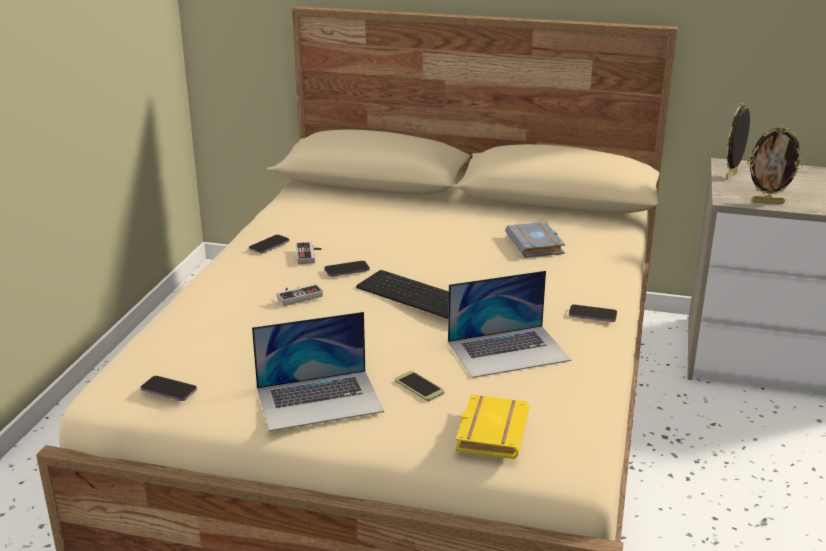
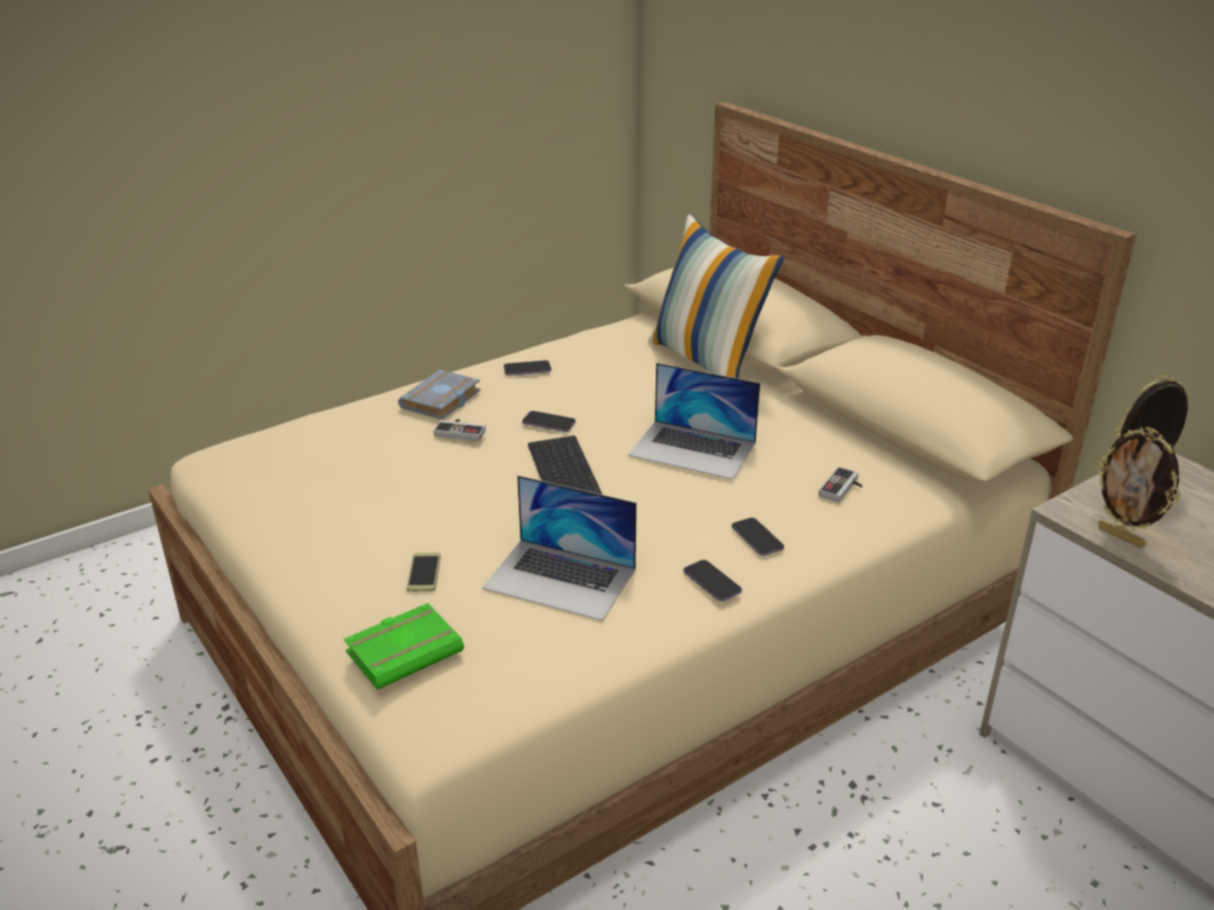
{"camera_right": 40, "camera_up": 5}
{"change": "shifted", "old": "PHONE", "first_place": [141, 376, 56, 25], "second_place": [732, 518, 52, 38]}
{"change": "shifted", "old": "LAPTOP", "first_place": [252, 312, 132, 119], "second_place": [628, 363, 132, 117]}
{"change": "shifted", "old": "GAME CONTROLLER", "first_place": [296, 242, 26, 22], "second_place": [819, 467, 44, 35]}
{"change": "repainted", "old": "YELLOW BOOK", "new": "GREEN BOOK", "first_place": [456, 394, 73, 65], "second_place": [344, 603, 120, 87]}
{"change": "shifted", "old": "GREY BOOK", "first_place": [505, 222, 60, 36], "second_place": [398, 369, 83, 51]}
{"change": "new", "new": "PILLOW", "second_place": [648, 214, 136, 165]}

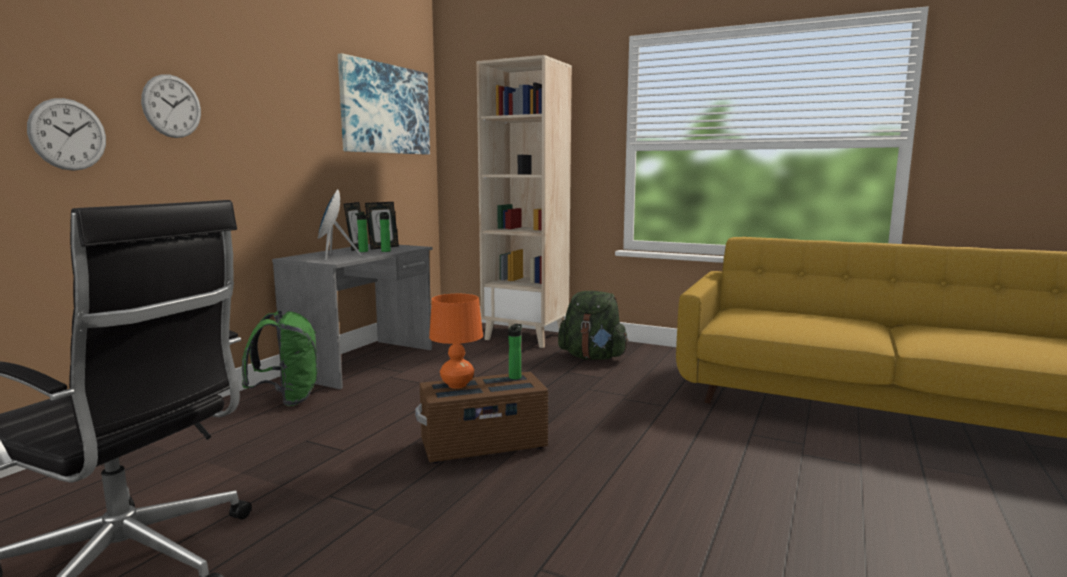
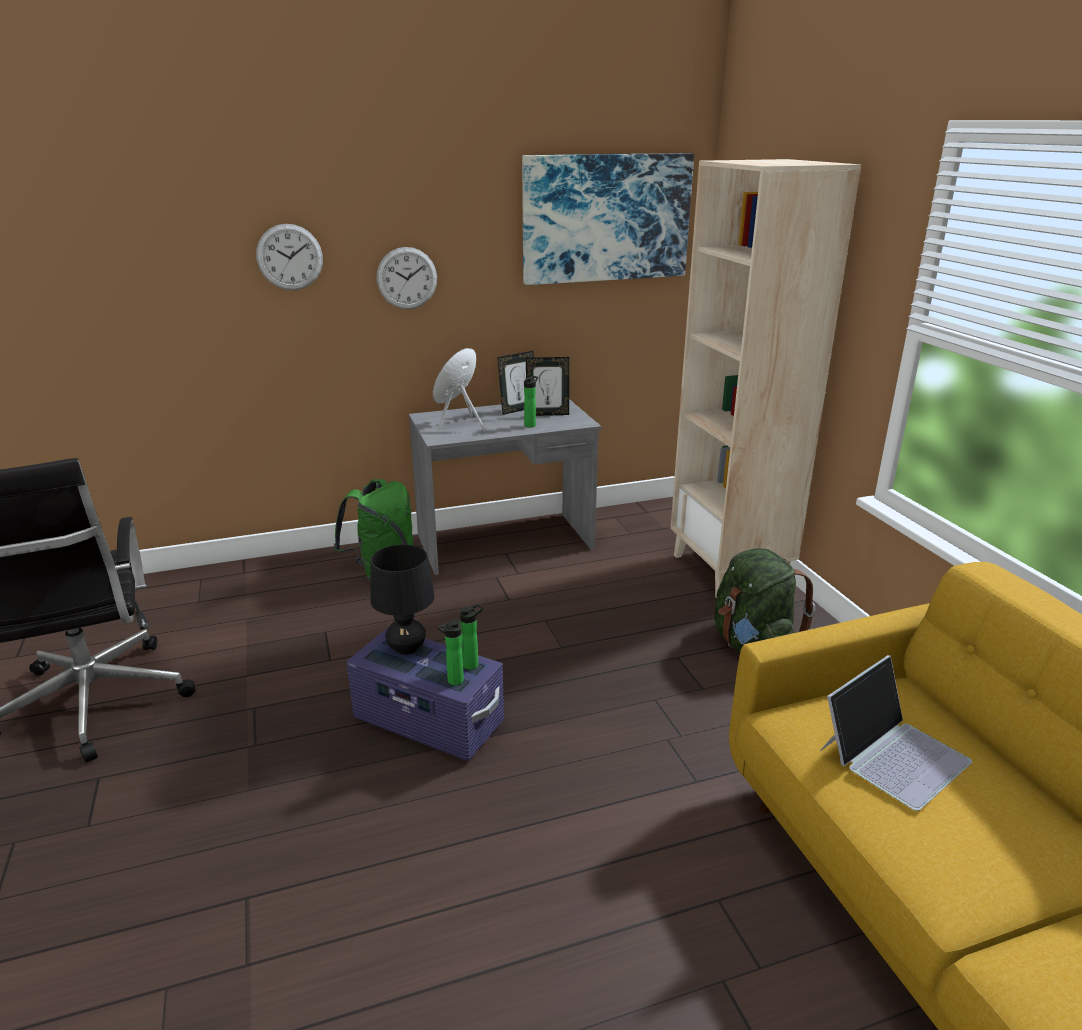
{"camera_right": 45, "camera_up": 15}
{"change": "shifted", "old": "WALL CLOCK", "first_place": [27, 98, 79, 73], "second_place": [377, 247, 60, 62]}
{"change": "shifted", "old": "BOTTLE", "first_place": [355, 212, 13, 40], "second_place": [437, 620, 27, 65]}
{"change": "repainted", "old": "BROWN STORAGE BOX", "new": "PURPLE STORAGE BOX", "first_place": [415, 372, 134, 91], "second_place": [347, 628, 157, 133]}
{"change": "repainted", "old": "ORANGE TABLE LAMP", "new": "BLACK TABLE LAMP", "first_place": [429, 294, 54, 95], "second_place": [370, 545, 64, 110]}
{"change": "new", "new": "LAPTOP", "second_place": [820, 655, 152, 156]}

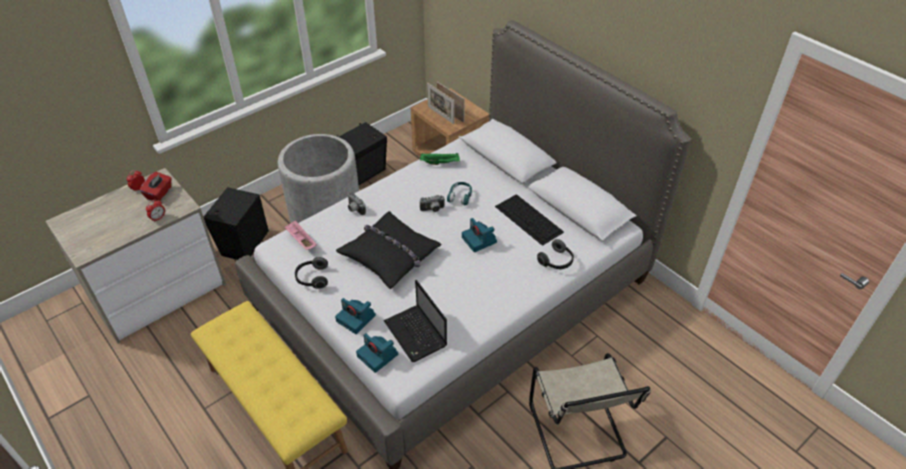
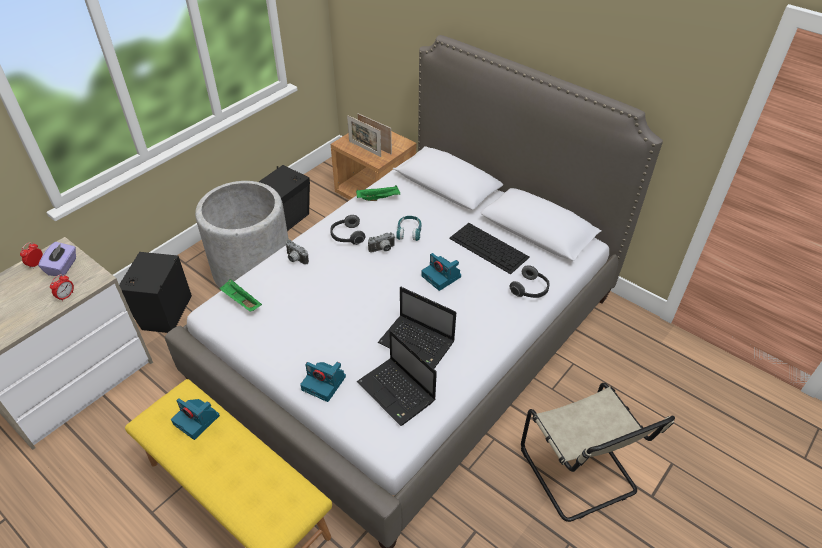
{"camera_right": -10, "camera_up": 0}
{"change": "repainted", "old": "RED TISSUE BOX", "new": "PURPLE TISSUE BOX", "first_place": [140, 172, 32, 29], "second_place": [38, 242, 38, 34]}
{"change": "repainted", "old": "PINK TRAY", "new": "GREEN TRAY", "first_place": [284, 220, 33, 30], "second_place": [219, 279, 43, 32]}
{"change": "shifted", "old": "HEADPHONES", "first_place": [295, 257, 33, 32], "second_place": [330, 215, 36, 30]}
{"change": "gone", "old": "BLACK PILLOW", "first_place": [336, 211, 106, 78]}
{"change": "shifted", "old": "PHOTO CAMERA", "first_place": [356, 333, 42, 40], "second_place": [171, 398, 49, 42]}
{"change": "new", "new": "LAPTOP", "second_place": [378, 287, 78, 82]}

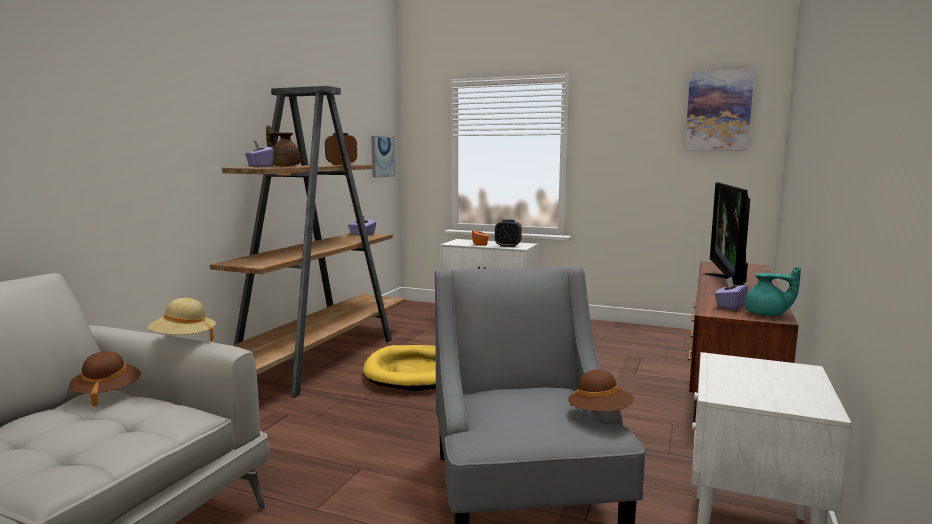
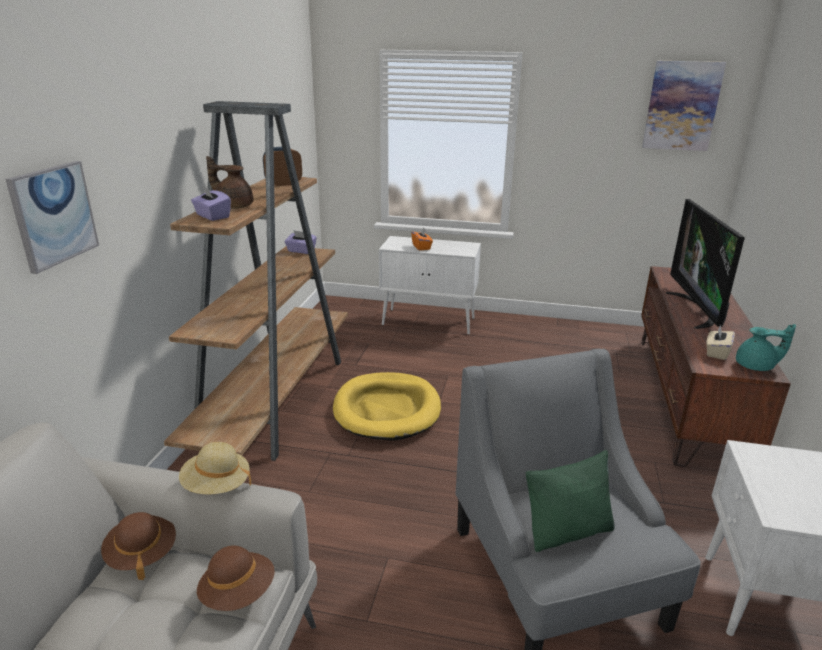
{"camera_right": -10, "camera_up": 15}
{"change": "shifted", "old": "PICTURE", "first_place": [371, 136, 24, 42], "second_place": [5, 161, 94, 113]}
{"change": "gone", "old": "ALARM CLOCK", "first_place": [495, 219, 27, 28]}
{"change": "shifted", "old": "BROWN HAT", "first_place": [568, 370, 66, 42], "second_place": [197, 546, 78, 65]}
{"change": "repainted", "old": "PURPLE TISSUE BOX", "new": "BEIGE TISSUE BOX", "first_place": [715, 277, 33, 33], "second_place": [706, 324, 29, 36]}
{"change": "new", "new": "GREEN PILLOW", "second_place": [526, 450, 89, 102]}

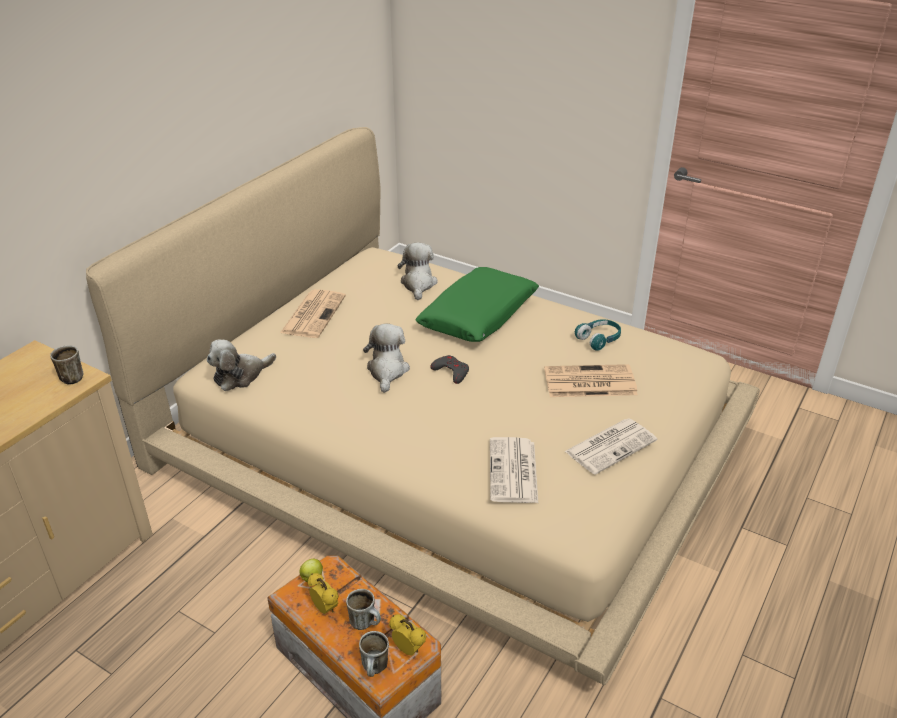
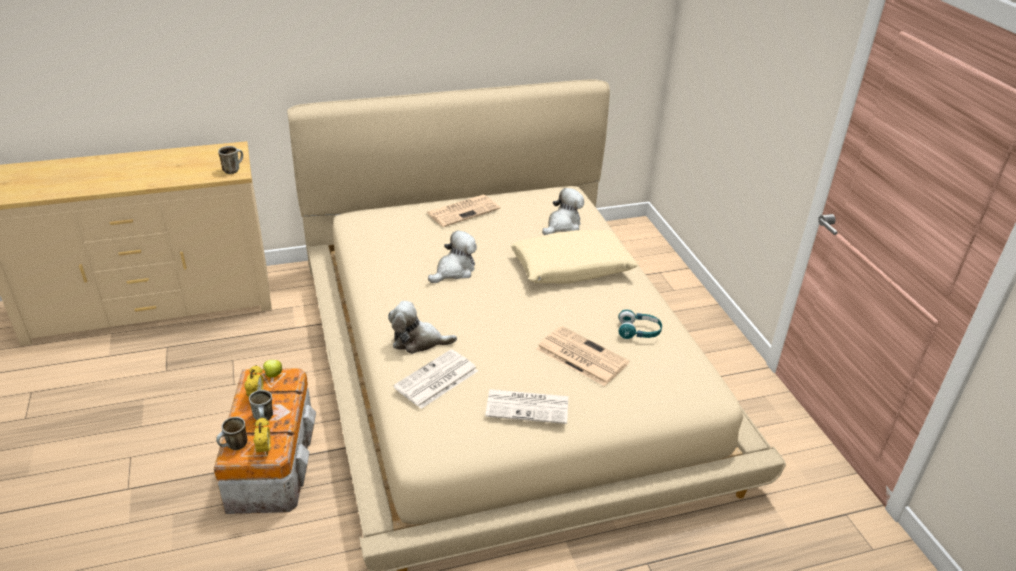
{"camera_right": 40, "camera_up": 0}
{"change": "shifted", "old": "PLUSH TOY", "first_place": [207, 340, 69, 51], "second_place": [388, 301, 69, 53]}
{"change": "repainted", "old": "GREEN PILLOW", "new": "BEIGE PILLOW", "first_place": [415, 267, 124, 75], "second_place": [511, 230, 127, 54]}
{"change": "gone", "old": "GREY GAME CONTROLLER", "first_place": [430, 355, 39, 29]}

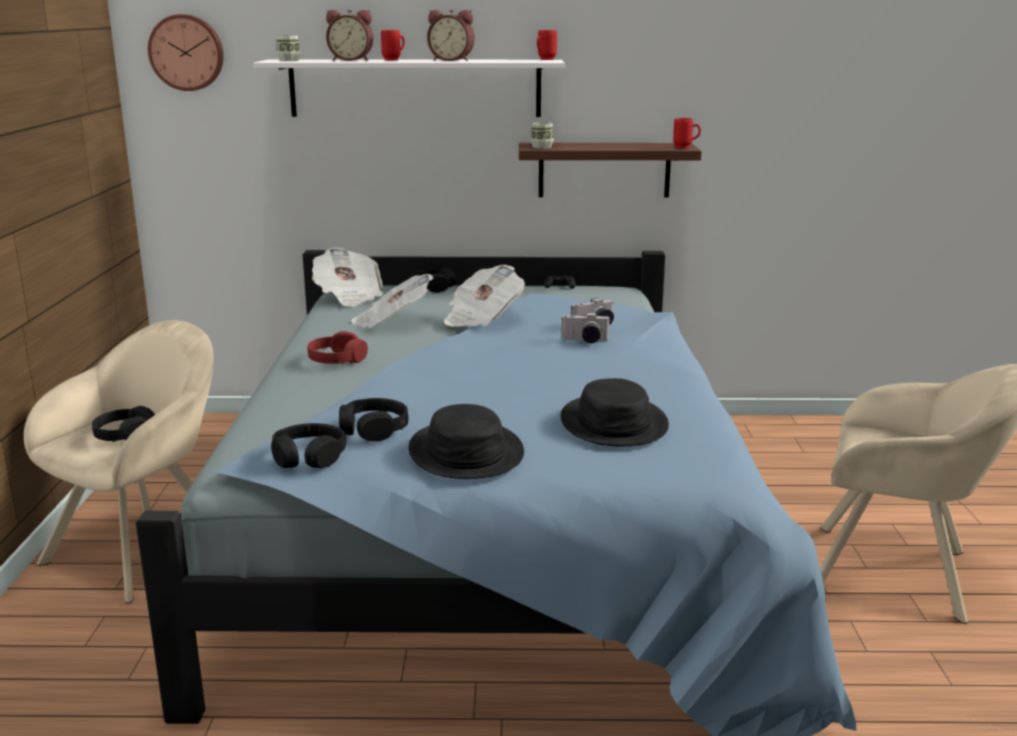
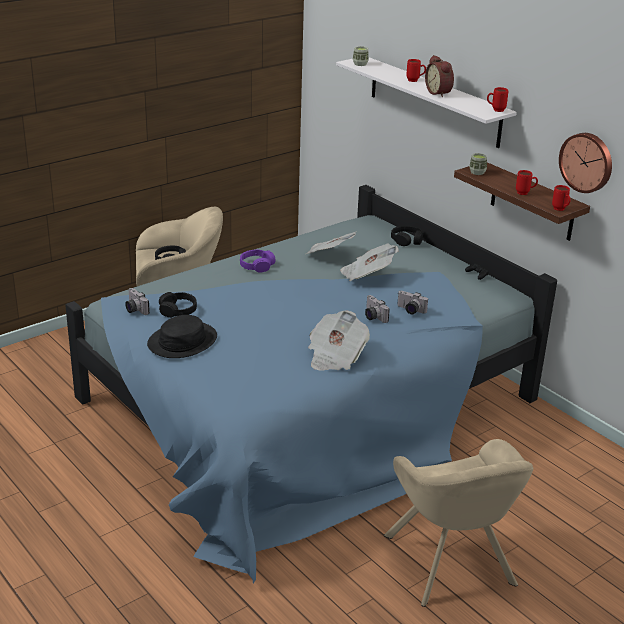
{"camera_right": 50, "camera_up": 10}
{"change": "shifted", "old": "WALL CLOCK", "first_place": [148, 14, 76, 77], "second_place": [559, 133, 53, 60]}
{"change": "swapped", "old": "BLACK HEADPHONES", "new": "PHOTO CAMERA", "first_place": [271, 423, 75, 45], "second_place": [125, 288, 25, 27]}
{"change": "repainted", "old": "RED HEADPHONES", "new": "PURPLE HEADPHONES", "first_place": [308, 331, 60, 33], "second_place": [240, 249, 35, 24]}
{"change": "shifted", "old": "NEWSPAPER", "first_place": [312, 248, 71, 59], "second_place": [308, 310, 62, 60]}
{"change": "gone", "old": "ALARM CLOCK", "first_place": [326, 10, 47, 51]}
{"change": "gone", "old": "BLACK HAT", "first_place": [561, 378, 108, 68]}
{"change": "new", "new": "RED MUG", "second_place": [516, 170, 22, 25]}

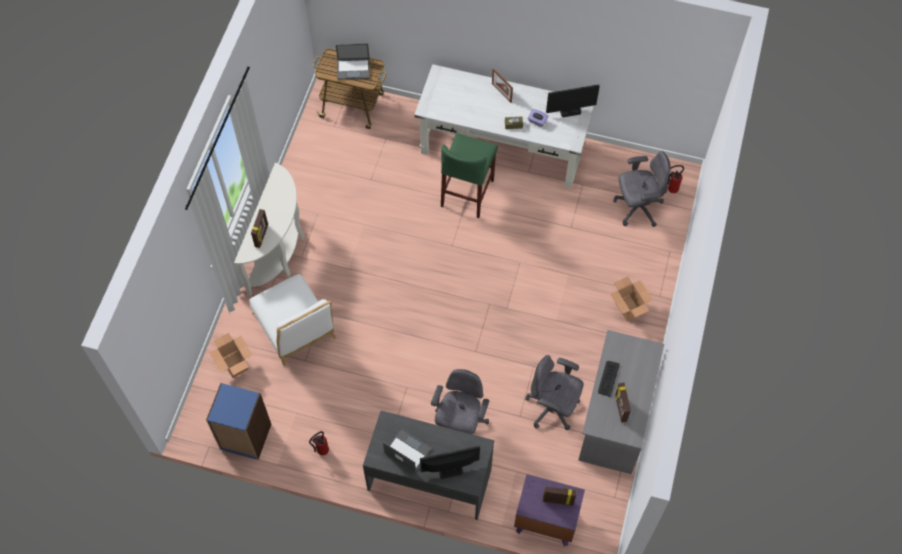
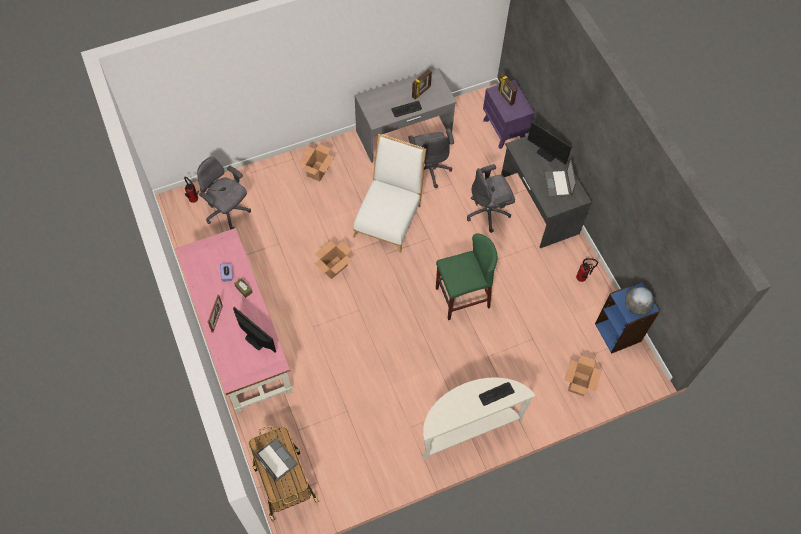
{"camera_right": -130, "camera_up": 0}
{"change": "shifted", "old": "WHITE CHAIR", "first_place": [249, 274, 87, 92], "second_place": [353, 134, 73, 119]}
{"change": "swapped", "old": "PICTURE FRAME", "new": "KEYBOARD", "first_place": [251, 209, 17, 39], "second_place": [479, 382, 36, 24]}
{"change": "repainted", "old": "WHITE DESK", "new": "PINK DESK", "first_place": [414, 64, 180, 125], "second_place": [175, 228, 117, 185]}
{"change": "shifted", "old": "GREEN STOOL", "first_place": [441, 133, 57, 85], "second_place": [436, 233, 61, 87]}
{"change": "shifted", "old": "MONITOR", "first_place": [546, 84, 54, 33], "second_place": [233, 307, 43, 46]}
{"change": "new", "new": "CARDBOARD BOX", "second_place": [314, 241, 38, 38]}
{"change": "new", "new": "GLOBE", "second_place": [625, 287, 30, 28]}

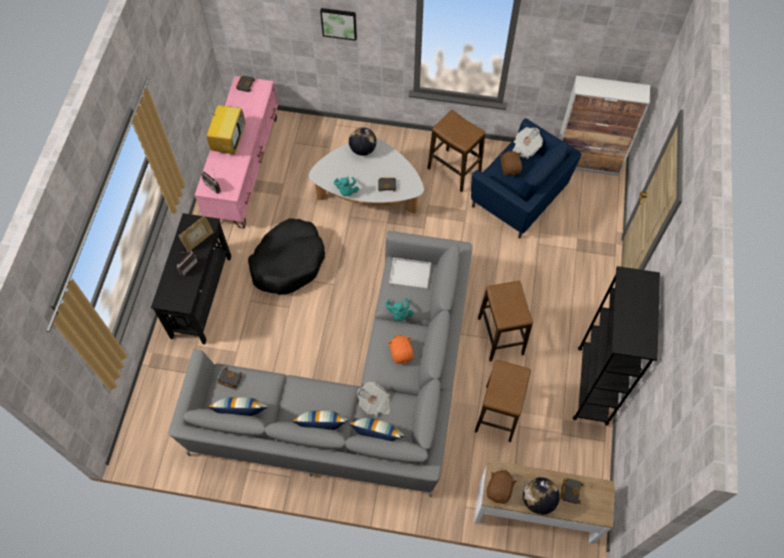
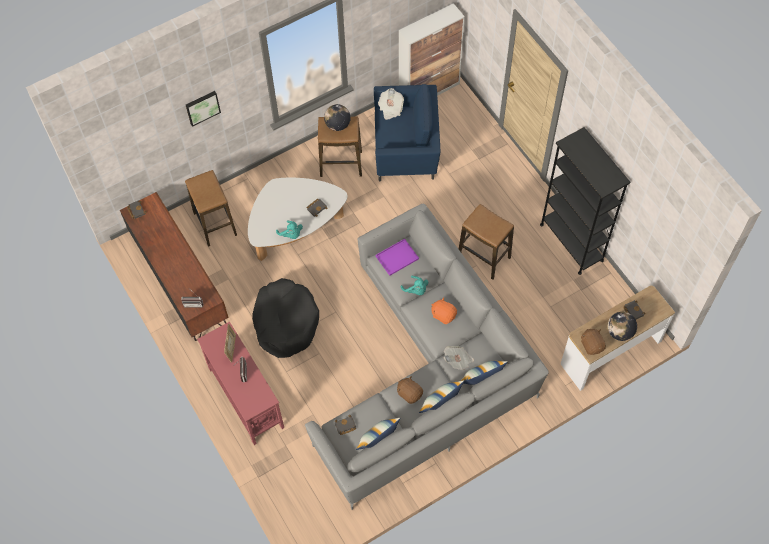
{"camera_right": -40, "camera_up": 0}
{"change": "repainted", "old": "BLACK CONSOLE TABLE", "new": "RED CONSOLE TABLE", "first_place": [151, 213, 80, 131], "second_place": [197, 322, 87, 123]}
{"change": "repainted", "old": "PINK TV STAND", "new": "BROWN TV STAND", "first_place": [195, 76, 83, 152], "second_place": [120, 192, 109, 149]}
{"change": "gone", "old": "TELEVISION", "first_place": [207, 99, 38, 56]}
{"change": "shifted", "old": "GLOBE", "first_place": [349, 127, 28, 29], "second_place": [324, 104, 27, 27]}
{"change": "repainted", "old": "WHITE TRAY", "new": "PURPLE TRAY", "first_place": [389, 258, 42, 31], "second_place": [375, 239, 44, 37]}
{"change": "shifted", "old": "STOOL", "first_place": [475, 360, 56, 82], "second_place": [185, 170, 52, 77]}
{"change": "shifted", "old": "BROWN PLUSH TOY", "first_place": [500, 151, 22, 24], "second_place": [397, 376, 26, 28]}

